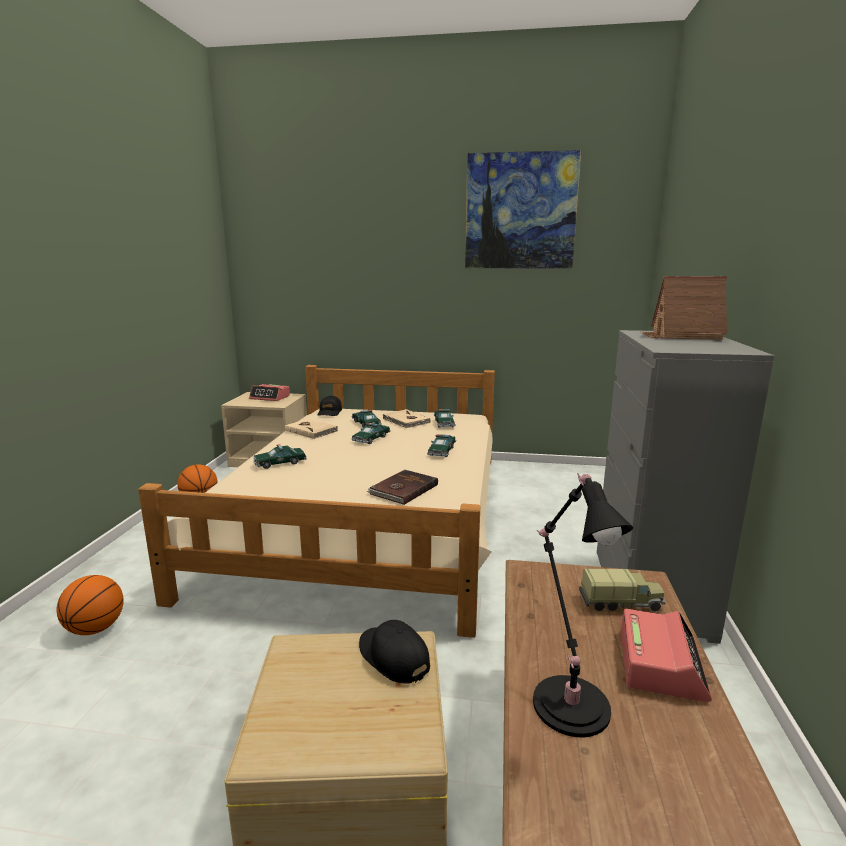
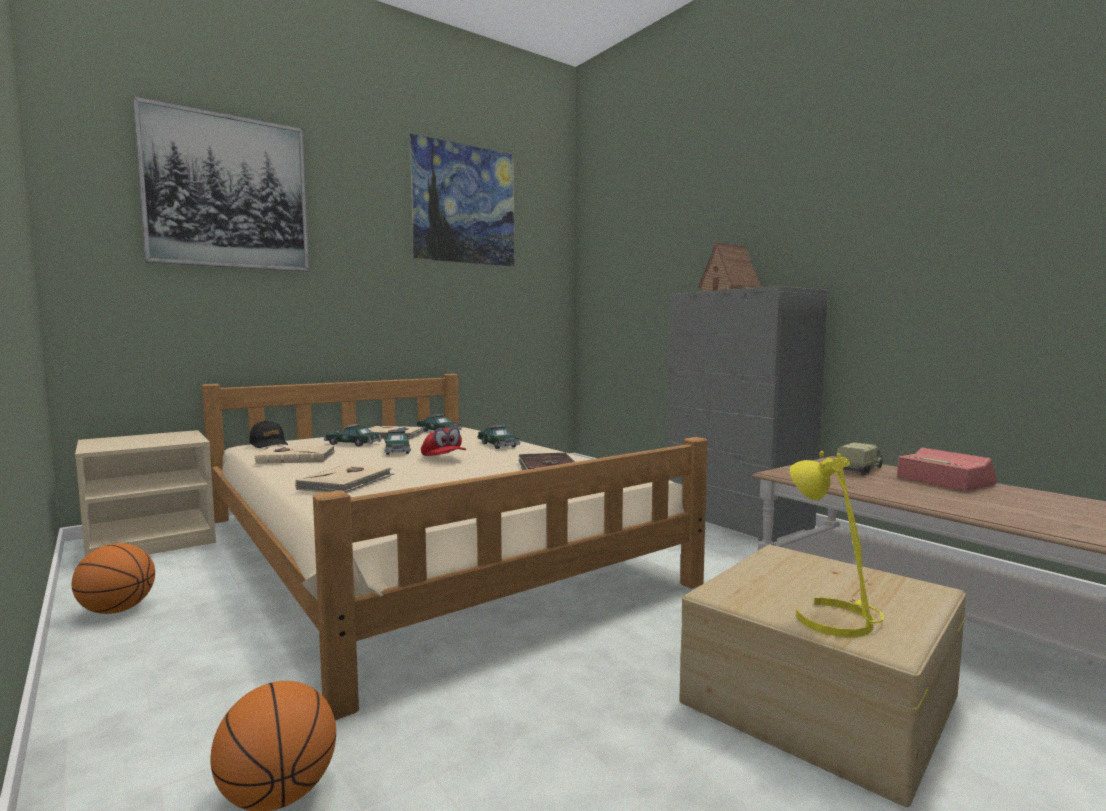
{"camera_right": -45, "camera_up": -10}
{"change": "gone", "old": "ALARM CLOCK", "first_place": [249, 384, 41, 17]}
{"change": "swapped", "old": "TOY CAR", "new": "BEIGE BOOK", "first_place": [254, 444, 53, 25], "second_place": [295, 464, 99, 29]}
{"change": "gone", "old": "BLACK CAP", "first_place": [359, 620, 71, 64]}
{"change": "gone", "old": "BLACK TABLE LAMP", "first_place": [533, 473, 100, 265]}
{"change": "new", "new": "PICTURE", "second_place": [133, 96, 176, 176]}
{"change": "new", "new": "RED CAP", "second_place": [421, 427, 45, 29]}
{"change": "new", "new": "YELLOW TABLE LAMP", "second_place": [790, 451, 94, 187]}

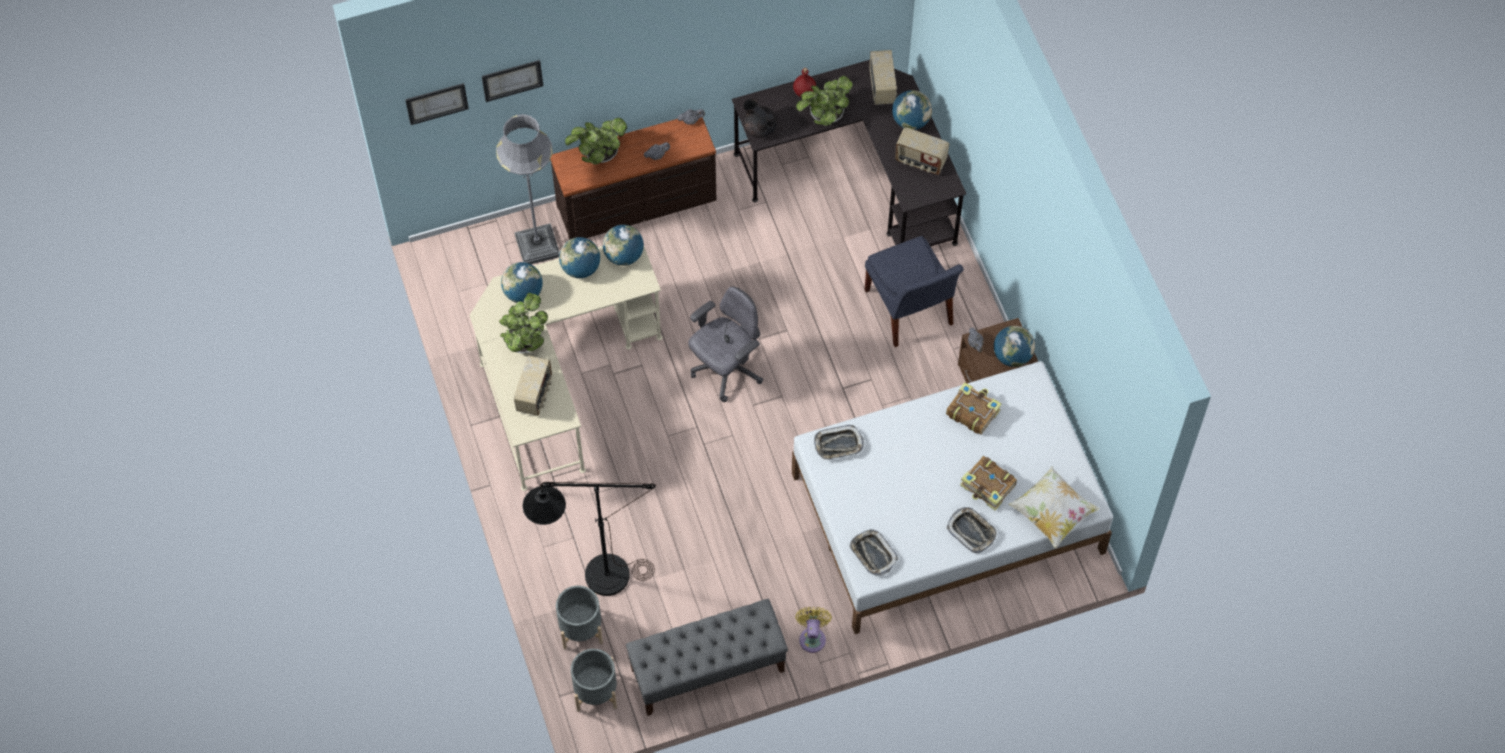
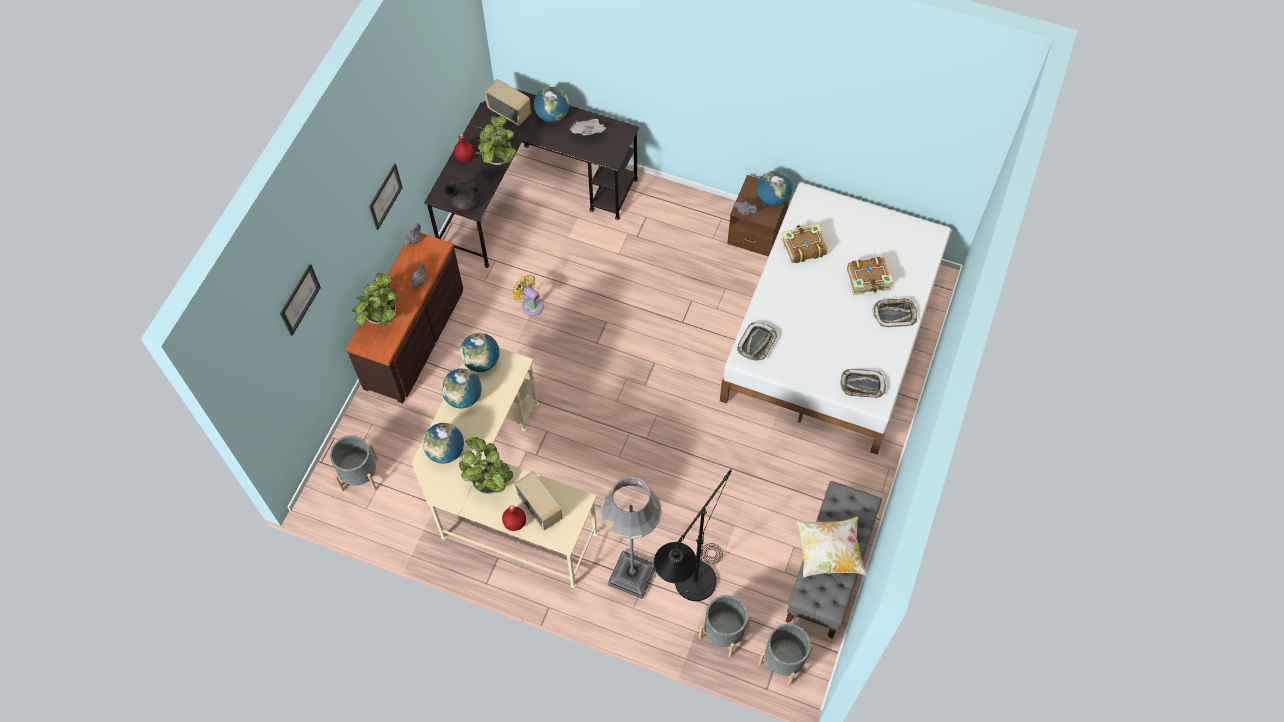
{"camera_right": -50, "camera_up": 0}
{"change": "shifted", "old": "PICTURE", "first_place": [405, 83, 64, 42], "second_place": [369, 164, 34, 66]}
{"change": "shifted", "old": "GREY FLOOR LAMP", "first_place": [496, 114, 64, 150], "second_place": [601, 477, 61, 122]}
{"change": "gone", "old": "GREY OFFICE CHAIR", "first_place": [688, 286, 75, 116]}
{"change": "shifted", "old": "YELLOW FAN", "first_place": [795, 607, 37, 46], "second_place": [512, 274, 32, 42]}
{"change": "gone", "old": "BLUE CHAIR", "first_place": [865, 236, 99, 111]}
{"change": "swapped", "old": "RADIO", "new": "NEWSPAPER", "first_place": [895, 127, 54, 48], "second_place": [570, 119, 36, 16]}
{"change": "shifted", "old": "PILLOW", "first_place": [1008, 467, 92, 81], "second_place": [797, 517, 69, 61]}
{"change": "new", "new": "GREY PLANTER", "second_place": [330, 435, 48, 57]}
{"change": "new", "new": "RED BOTTLE", "second_place": [502, 505, 24, 26]}

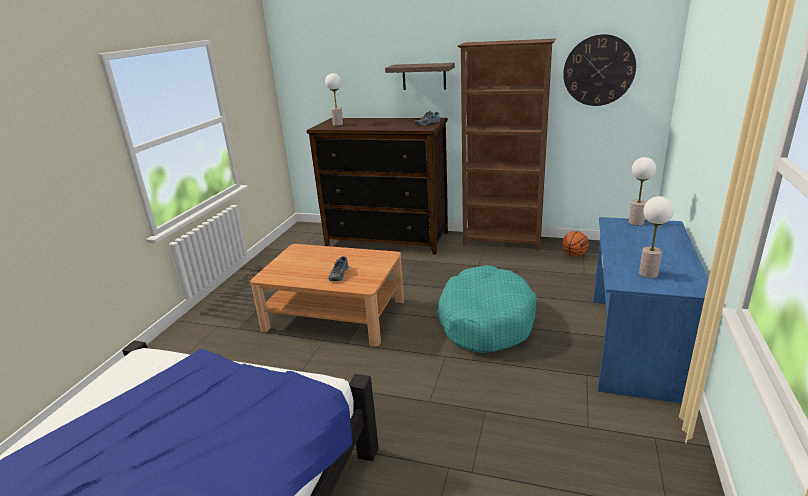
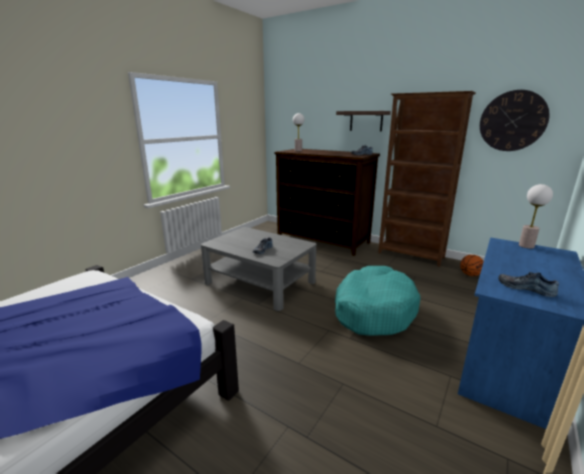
{"camera_right": 15, "camera_up": -5}
{"change": "repainted", "old": "BROWN COFFEE TABLE", "new": "GREY COFFEE TABLE", "first_place": [250, 244, 154, 103], "second_place": [201, 227, 115, 84]}
{"change": "swapped", "old": "TABLE LAMP", "new": "SHOE", "first_place": [639, 196, 35, 82], "second_place": [499, 272, 60, 25]}

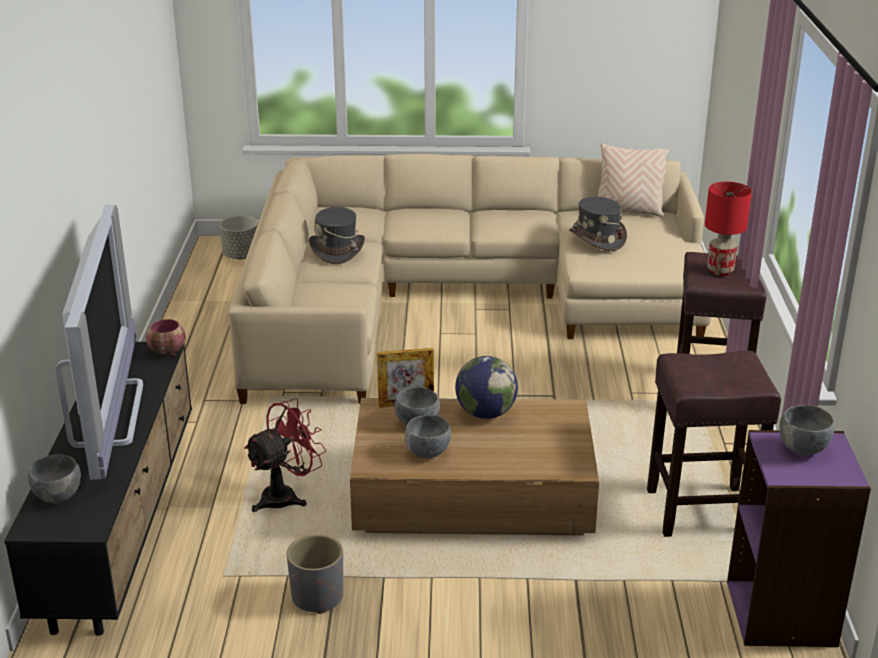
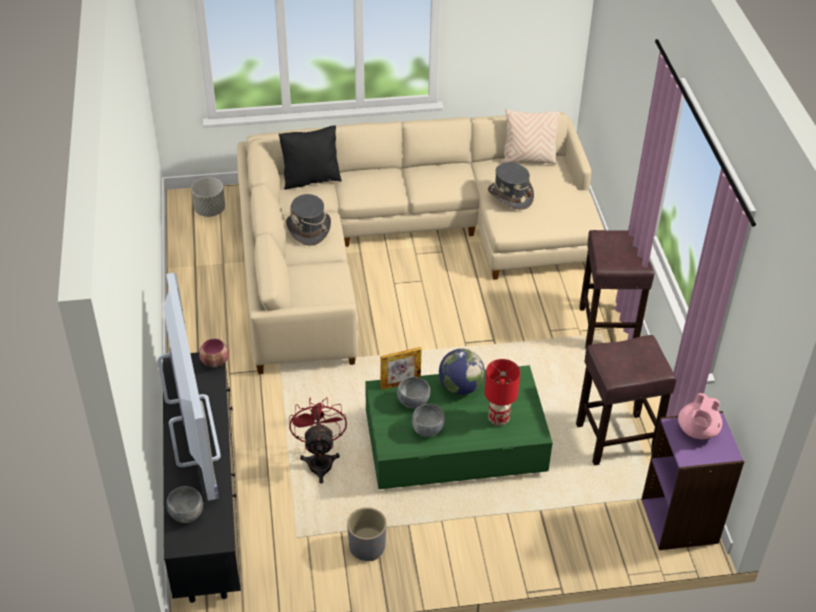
{"camera_right": -10, "camera_up": 15}
{"change": "rotated", "old": "RED FAN", "first_place": [244, 398, 82, 114], "second_place": [289, 397, 58, 86], "degrees": -45}
{"change": "repainted", "old": "BROWN COFFEE TABLE", "new": "GREEN COFFEE TABLE", "first_place": [350, 398, 249, 138], "second_place": [365, 365, 187, 124]}
{"change": "shifted", "old": "RED TABLE LAMP", "first_place": [705, 182, 47, 94], "second_place": [484, 359, 36, 67]}
{"change": "swapped", "old": "GREY BOWL", "new": "PINK TEAPOT", "first_place": [779, 405, 56, 50], "second_place": [678, 393, 44, 46]}
{"change": "new", "new": "BLACK PILLOW", "second_place": [279, 125, 63, 65]}

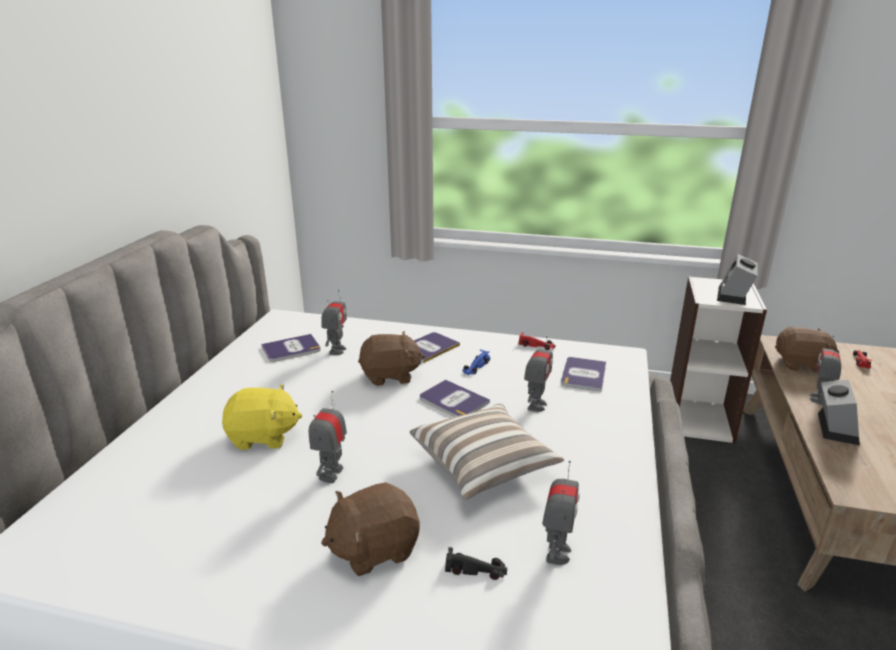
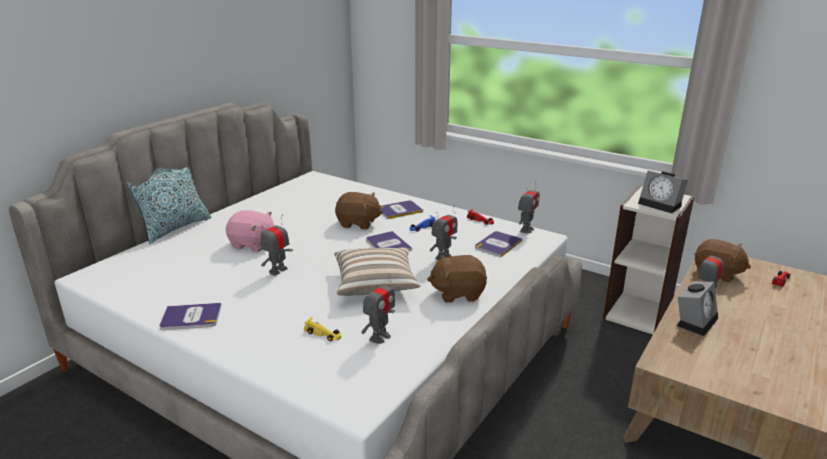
{"camera_right": 20, "camera_up": 0}
{"change": "repainted", "old": "YELLOW PLUSH TOY", "new": "PINK PLUSH TOY", "first_place": [222, 384, 80, 66], "second_place": [226, 210, 48, 42]}
{"change": "shifted", "old": "BOOK", "first_place": [261, 334, 60, 28], "second_place": [159, 303, 63, 27]}
{"change": "shifted", "old": "TOY ROBOT", "first_place": [321, 290, 26, 65], "second_place": [518, 183, 21, 50]}
{"change": "shifted", "old": "BROWN PLUSH TOY", "first_place": [321, 482, 99, 94], "second_place": [427, 254, 60, 48]}
{"change": "repainted", "old": "BLACK TOY CAR", "new": "YELLOW TOY CAR", "first_place": [445, 547, 62, 33], "second_place": [304, 317, 37, 24]}
{"change": "rotated", "old": "ALARM CLOCK", "first_place": [717, 254, 41, 51], "second_place": [638, 171, 50, 42], "degrees": -90}
{"change": "new", "new": "PILLOW", "second_place": [127, 166, 84, 78]}

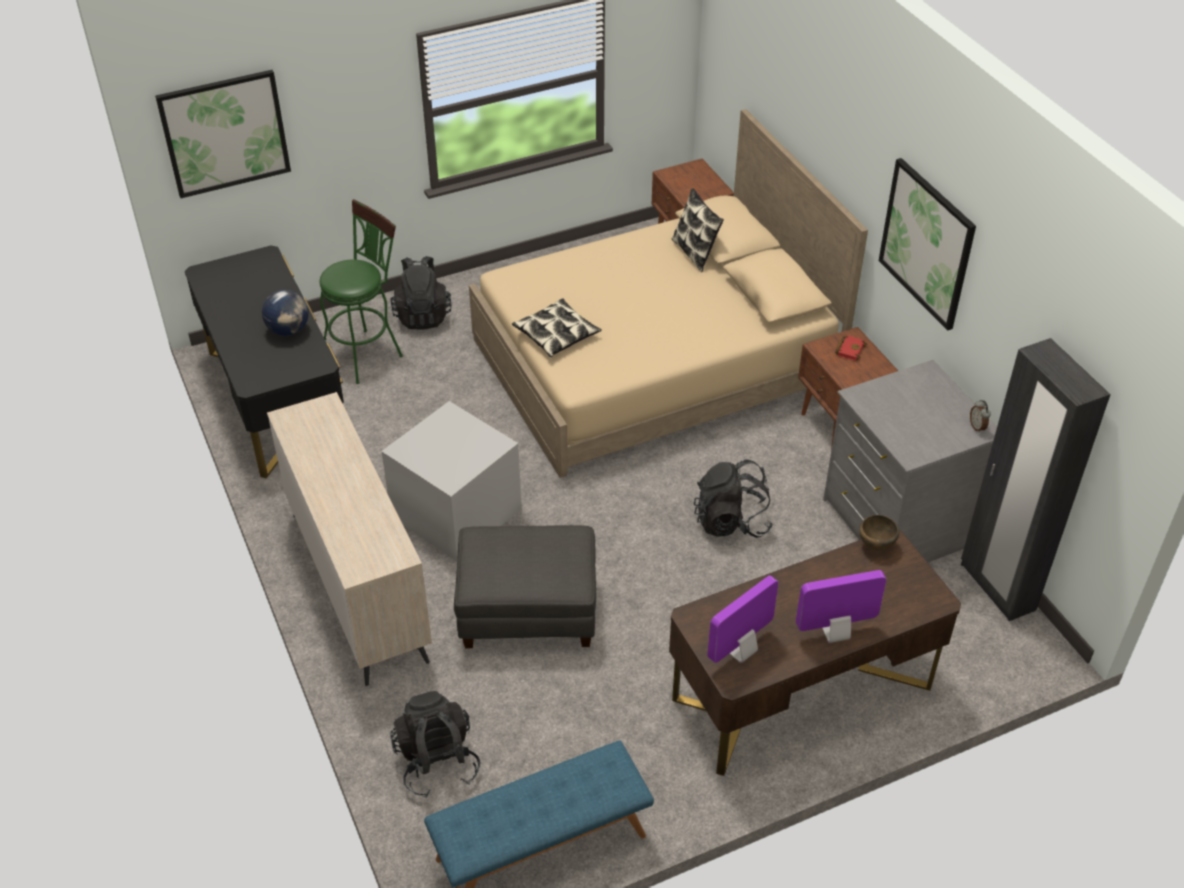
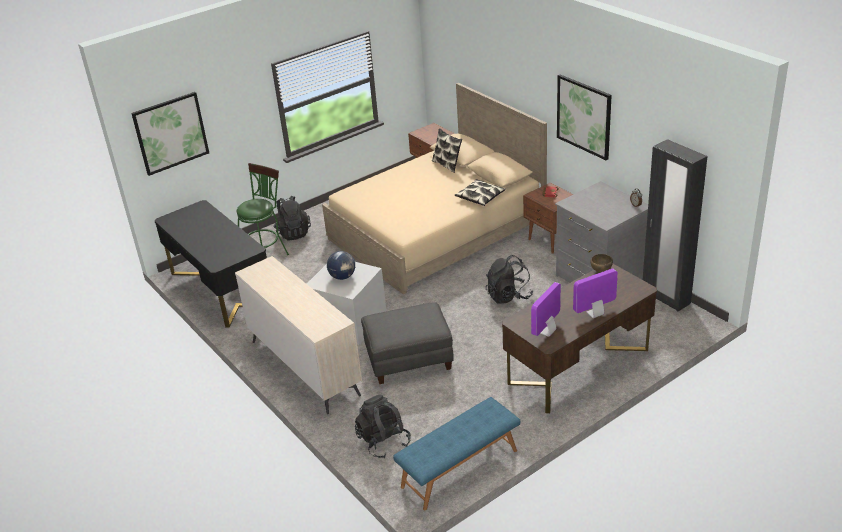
{"camera_right": -10, "camera_up": -10}
{"change": "shifted", "old": "GLOBE", "first_place": [262, 290, 47, 46], "second_place": [327, 251, 28, 29]}
{"change": "shifted", "old": "PILLOW", "first_place": [512, 298, 90, 59], "second_place": [455, 179, 51, 27]}

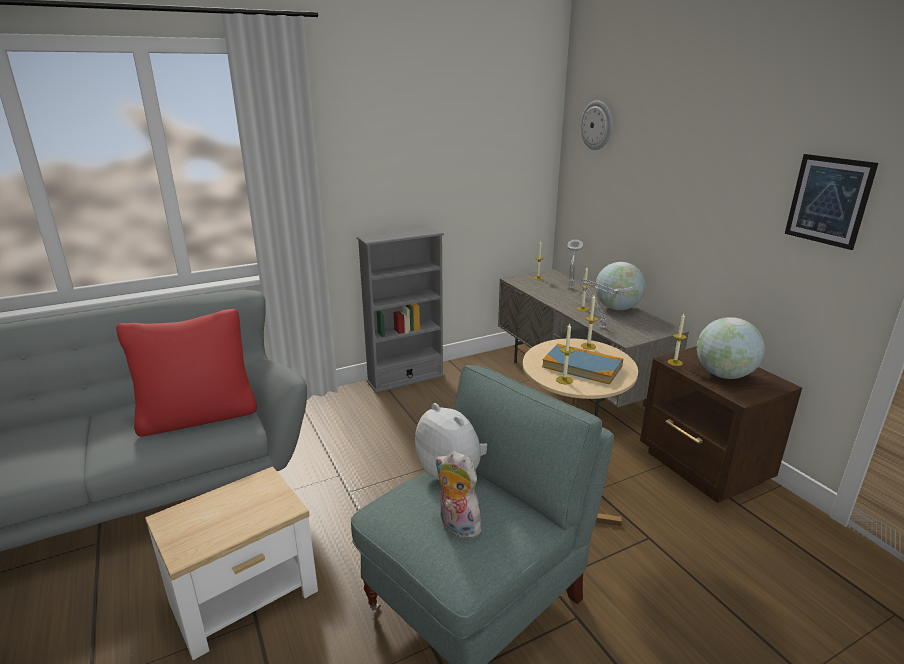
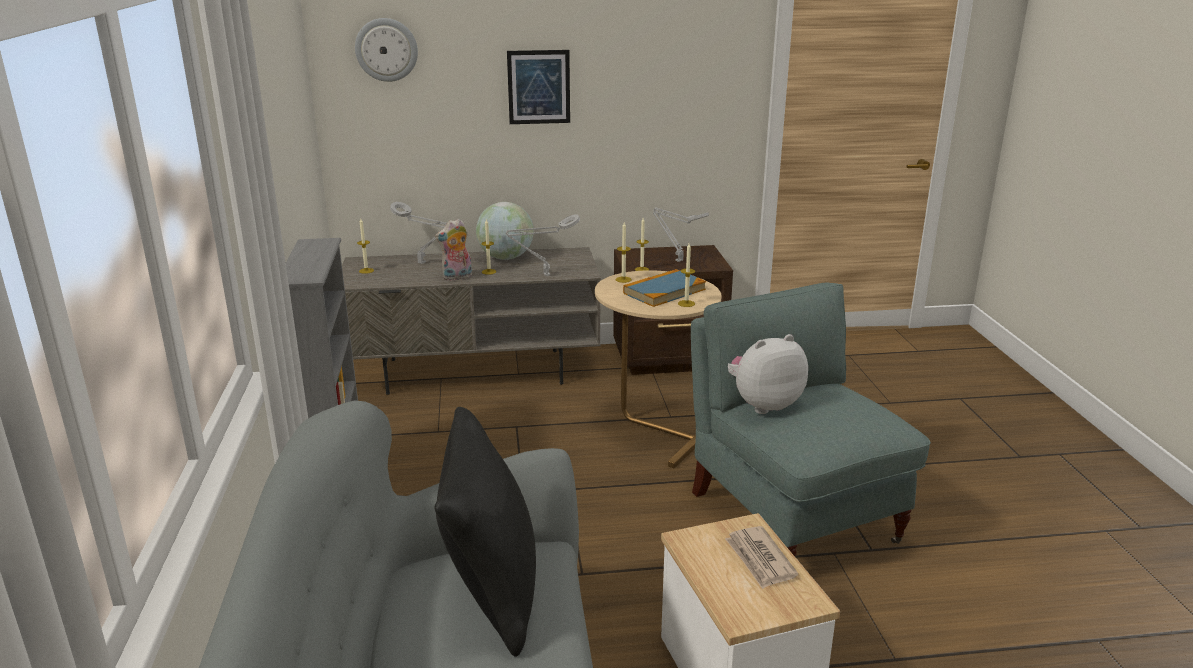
{"camera_right": -70, "camera_up": 0}
{"change": "repainted", "old": "RED PILLOW", "new": "BLACK PILLOW", "first_place": [116, 309, 141, 128], "second_place": [435, 407, 101, 250]}
{"change": "shifted", "old": "PLUSH TOY", "first_place": [435, 451, 52, 88], "second_place": [435, 218, 37, 63]}
{"change": "swapped", "old": "GLOBE", "new": "GREY TABLE LAMP", "first_place": [697, 317, 68, 62], "second_place": [653, 208, 56, 54]}
{"change": "shifted", "old": "PICTURE", "first_place": [785, 154, 93, 96], "second_place": [507, 50, 63, 74]}
{"change": "new", "new": "NEWSPAPER", "second_place": [725, 526, 73, 63]}

